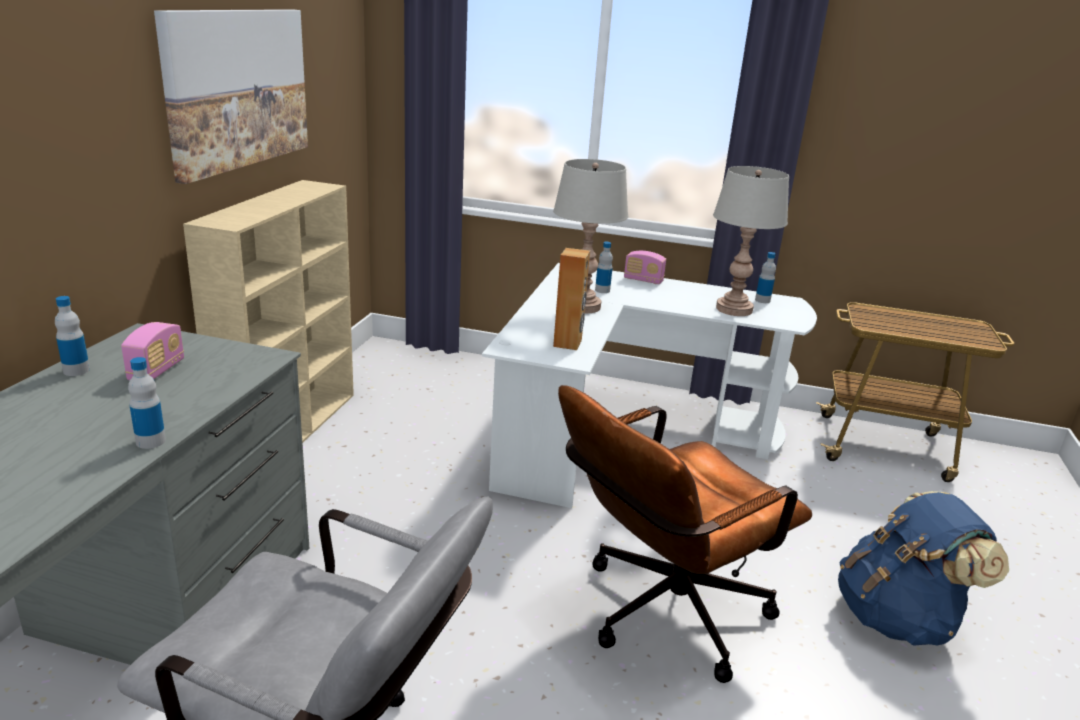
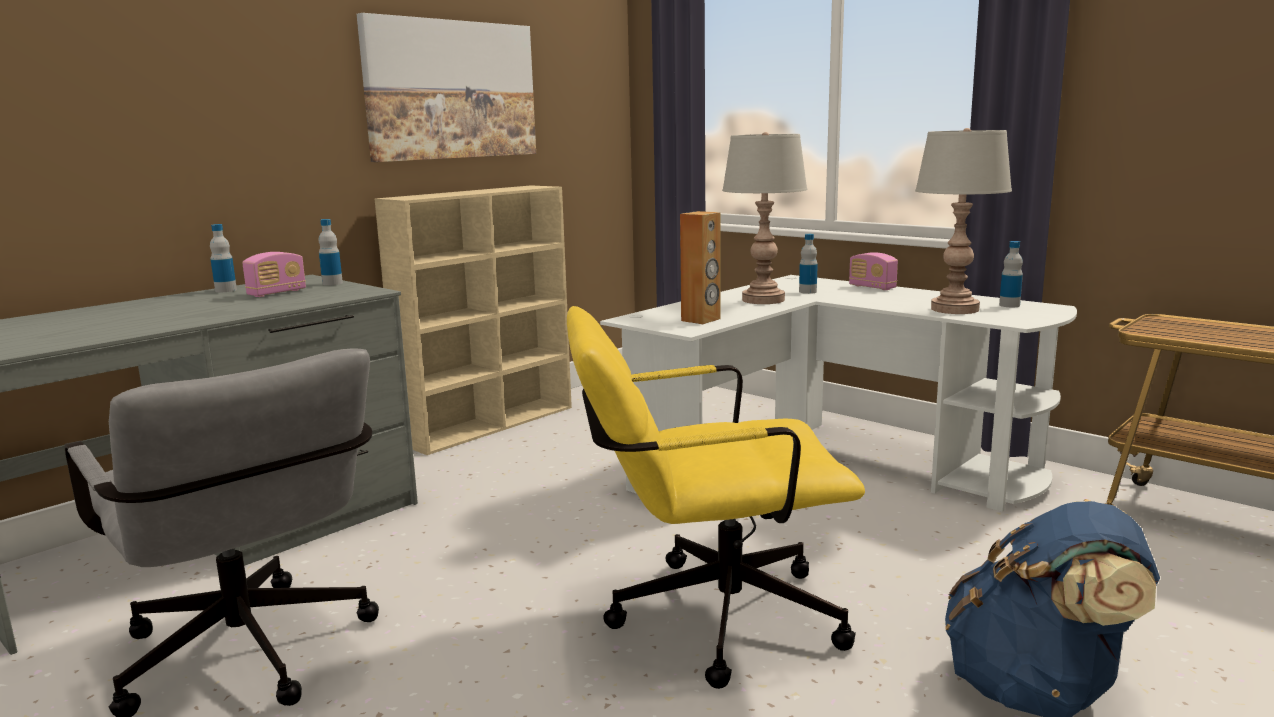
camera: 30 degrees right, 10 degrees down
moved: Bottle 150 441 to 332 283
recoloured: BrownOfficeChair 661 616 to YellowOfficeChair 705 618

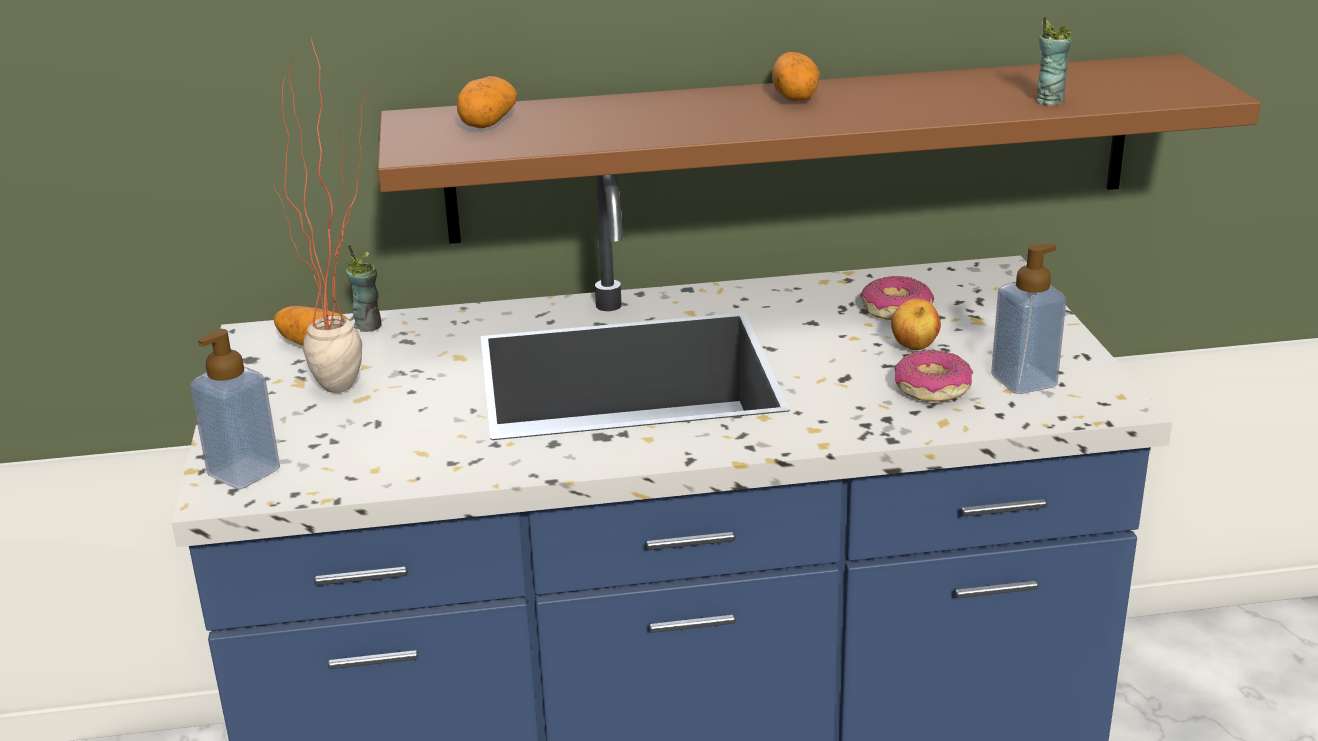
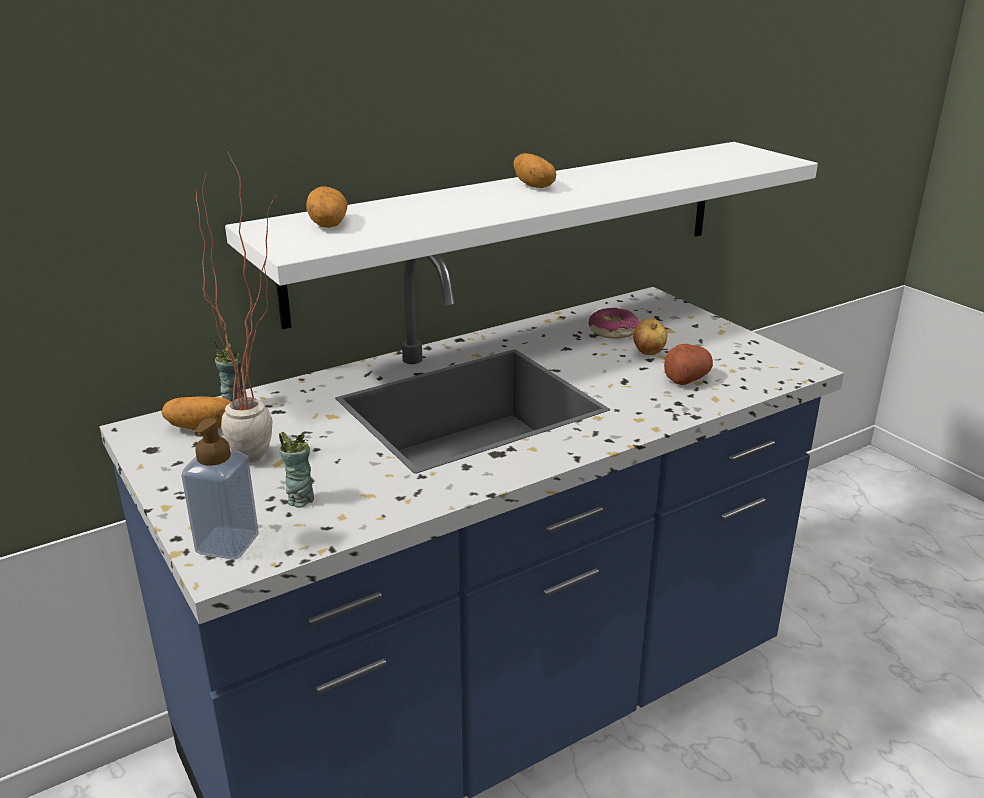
camera: 25 degrees left, 0 degrees up
removed: SoapDispenser 1023 381
moved: Cup 1049 101 to 300 499
replaced: Donut 932 388 to Potato 686 378
recoloured: BrownShelf 792 148 to WhiteShelf 517 227

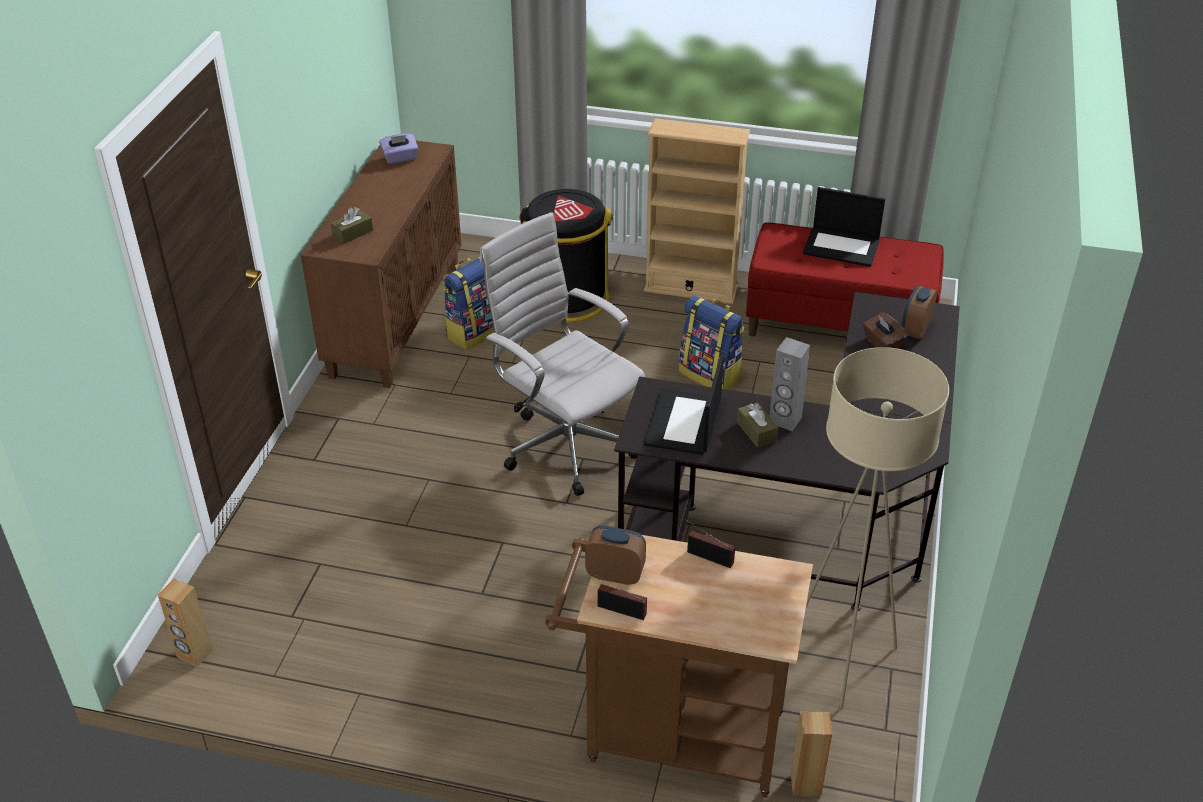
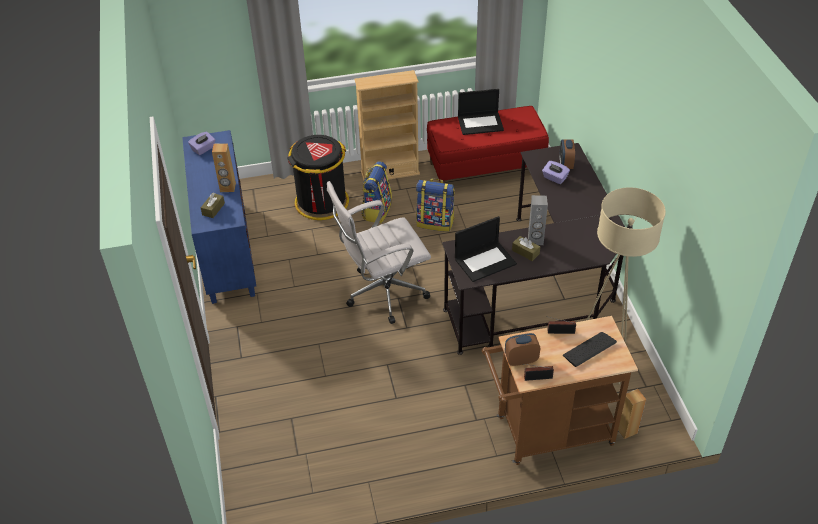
camera: 25 degrees left, 5 degrees up
added: Keyboard 589 349
moved: Backpack 474 331 to 376 210; BrownSpeaker 194 654 to 228 188
recoloured: BrownCabinet 395 318 to BlueCabinet 226 250; BrownTissueBox 882 344 to PurpleTissueBox 554 178
turned: WhiteOfficeChair 565 445 = 382 293 45 degrees counterclockwise; Laptop 684 423 = 485 261 105 degrees counterclockwise

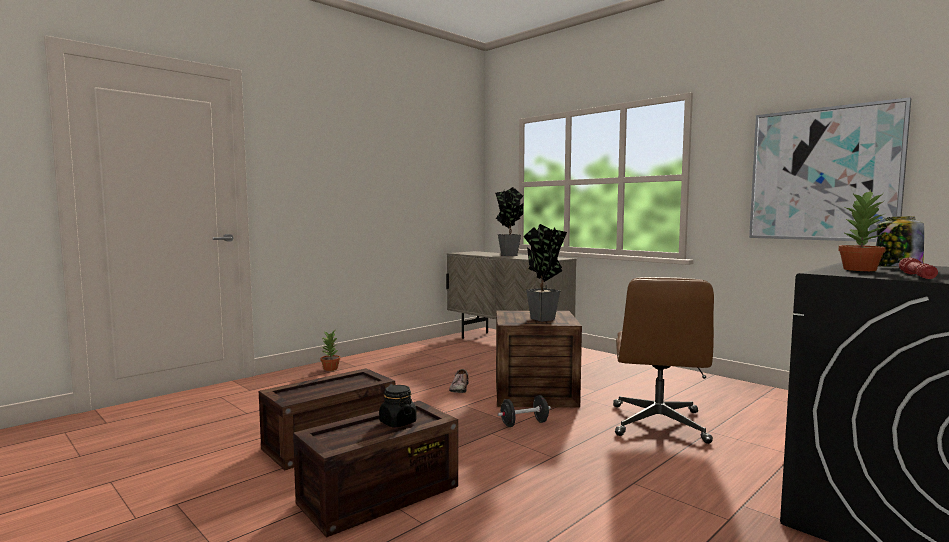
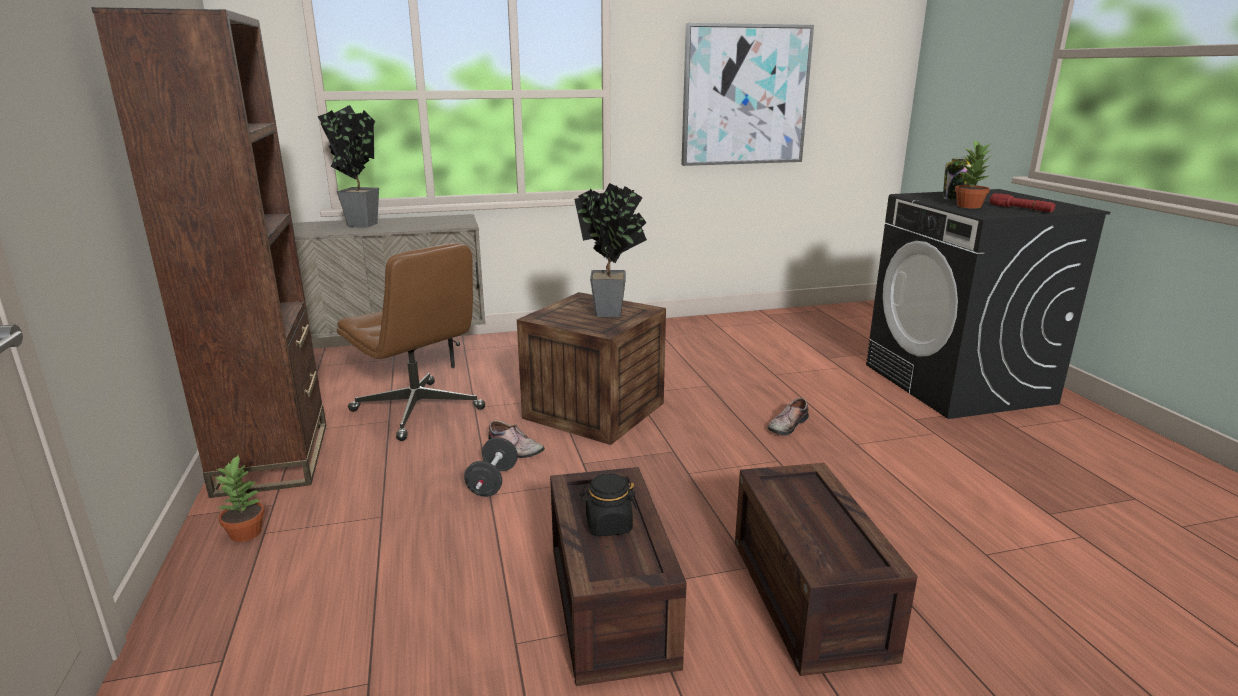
camera: 60 degrees left, 15 degrees up
added: BrownBookcase 273 458; Shoe 786 425
moved: BrownOfficeChair 658 424 to 418 410; BlackJar 397 422 to 608 525; BlackDumbbell 524 423 to 492 482

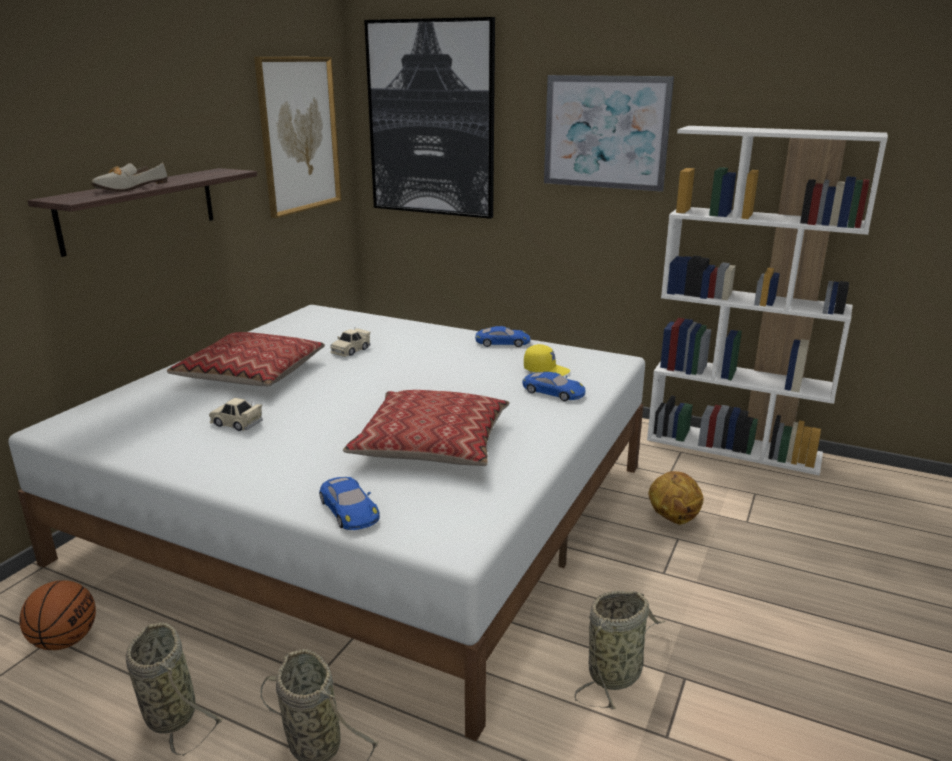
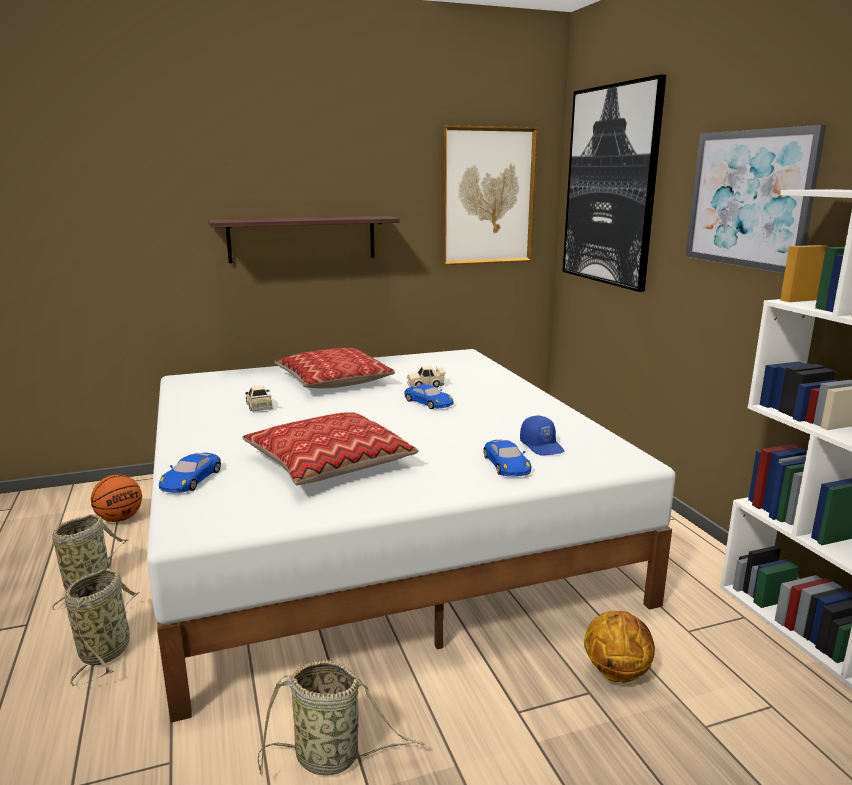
camera: 45 degrees right, 5 degrees down
removed: Shoe 125 189
moved: BlueToyCar 502 342 to 428 402
recoloured: YellowCap 546 370 to BlueCap 542 446

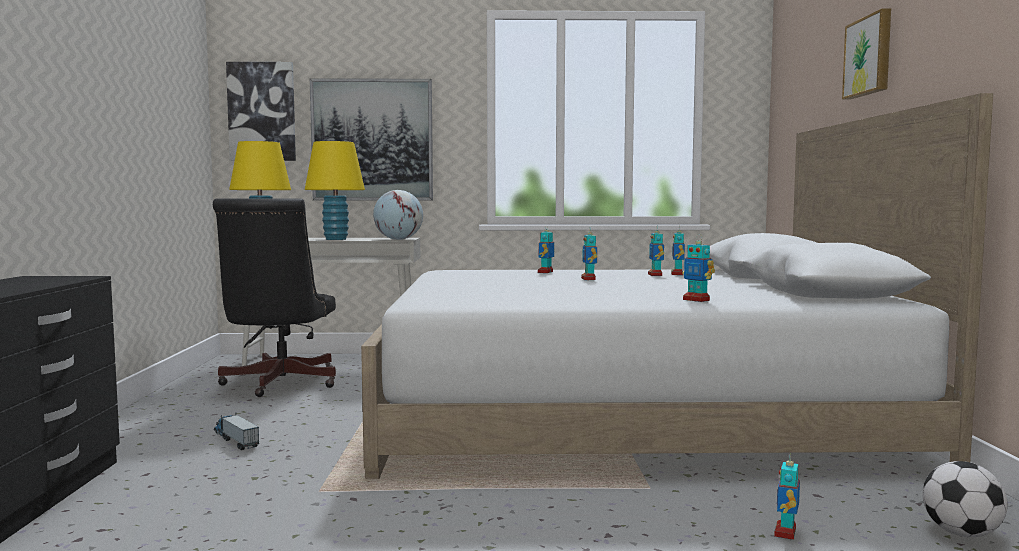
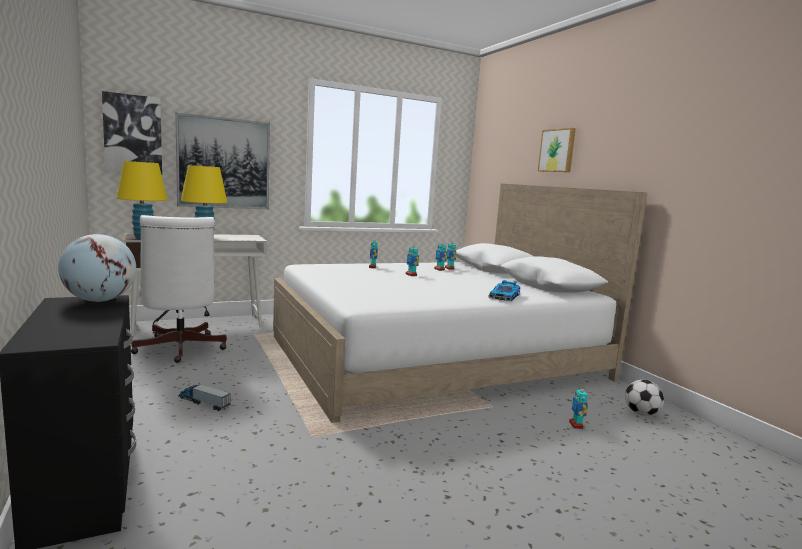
camera: 25 degrees left, 5 degrees up
moved: Globe 398 239 to 100 300
replaced: ToyRobot 696 300 to ToyCar 505 296
recoloured: BlackOfficeChair 278 384 to WhiteOfficeChair 179 349

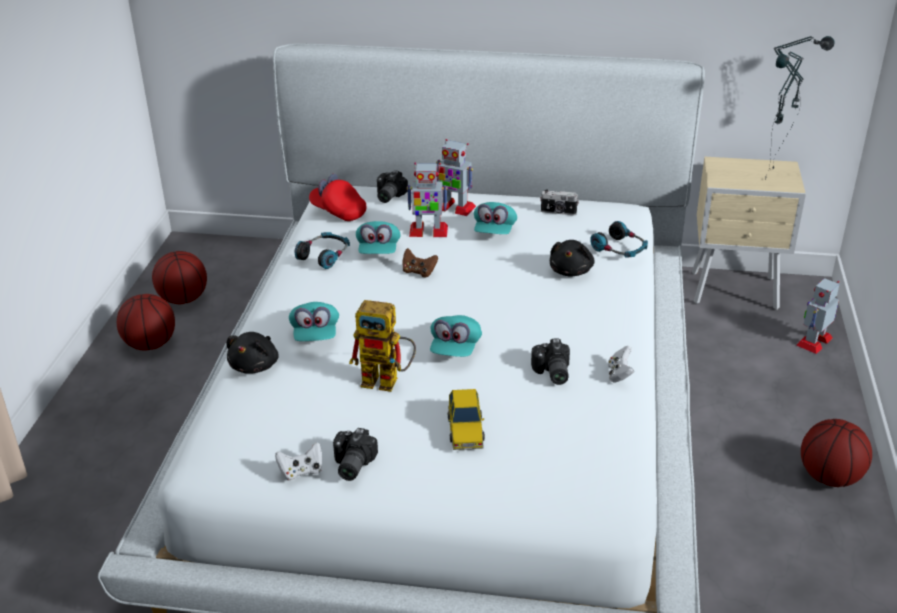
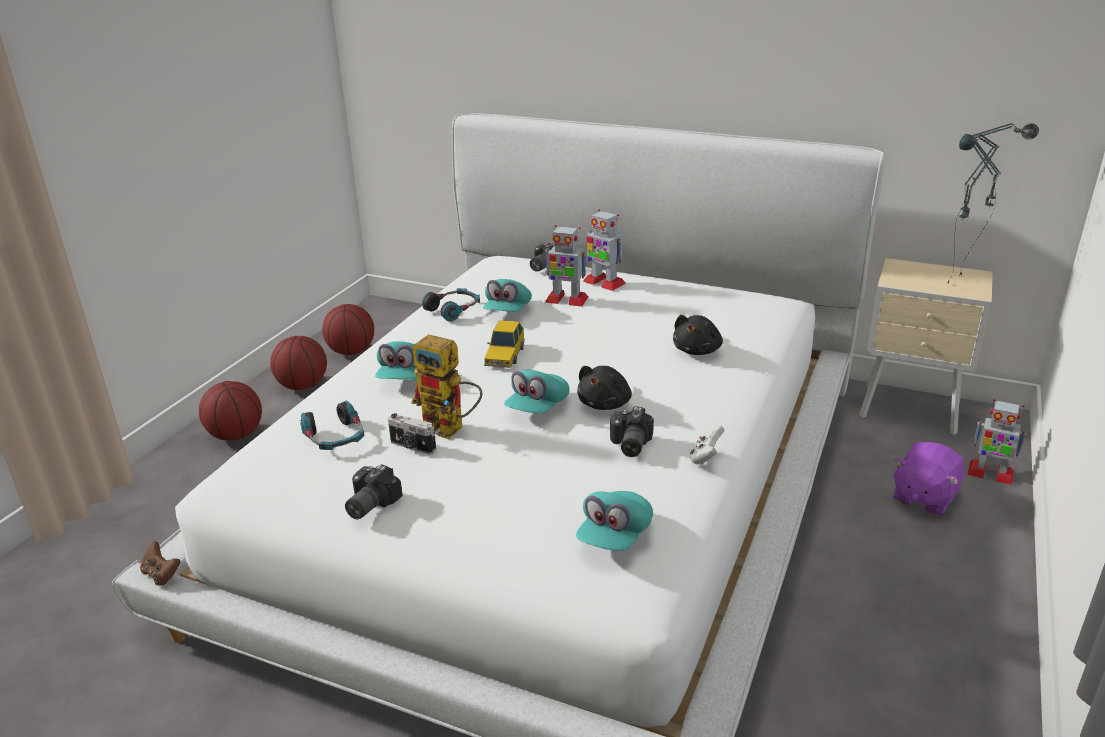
camera: 15 degrees right, 5 degrees down
removed: RedCap 338 211; WhiteGameController 301 471
added: PurplePlushToy 923 497
moved: PhotoCamera 558 212 to 412 447; TurquoiseCap 494 231 to 614 536; Headphones 620 249 to 335 437; BrownGameController 419 272 to 161 575; BlackPlushToy 255 365 to 605 404; ToyCar 465 430 to 504 355; Basketball 830 477 to 235 435
turned: ToyRobot 814 341 = 989 473 120 degrees counterclockwise

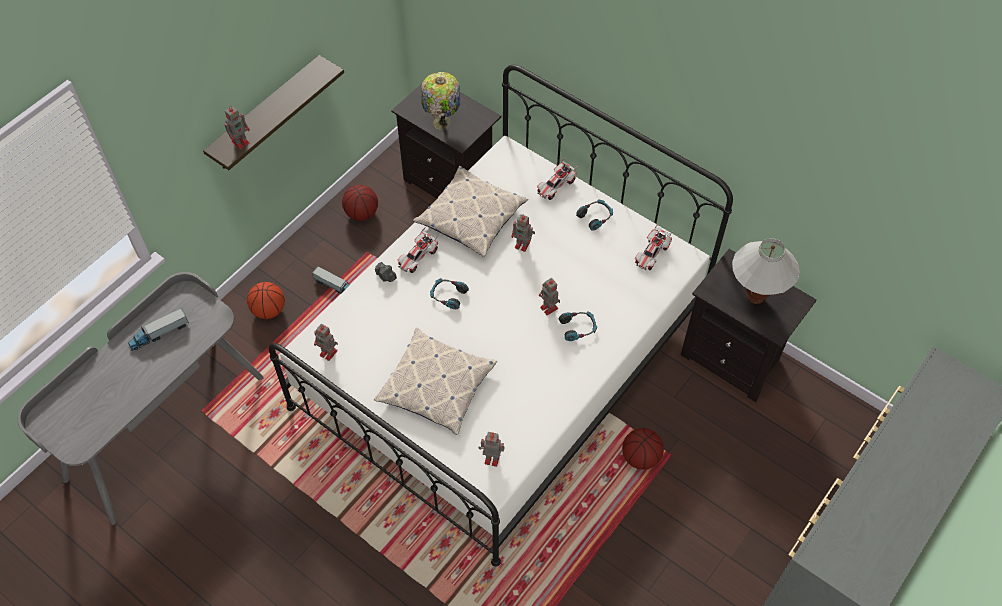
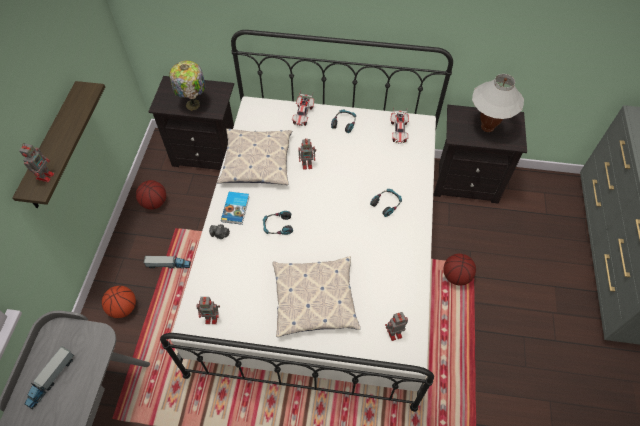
camera: 30 degrees left, 0 degrees up
removed: ToyRobot 549 308
replaced: ToyCar 418 257 to Book 236 209

